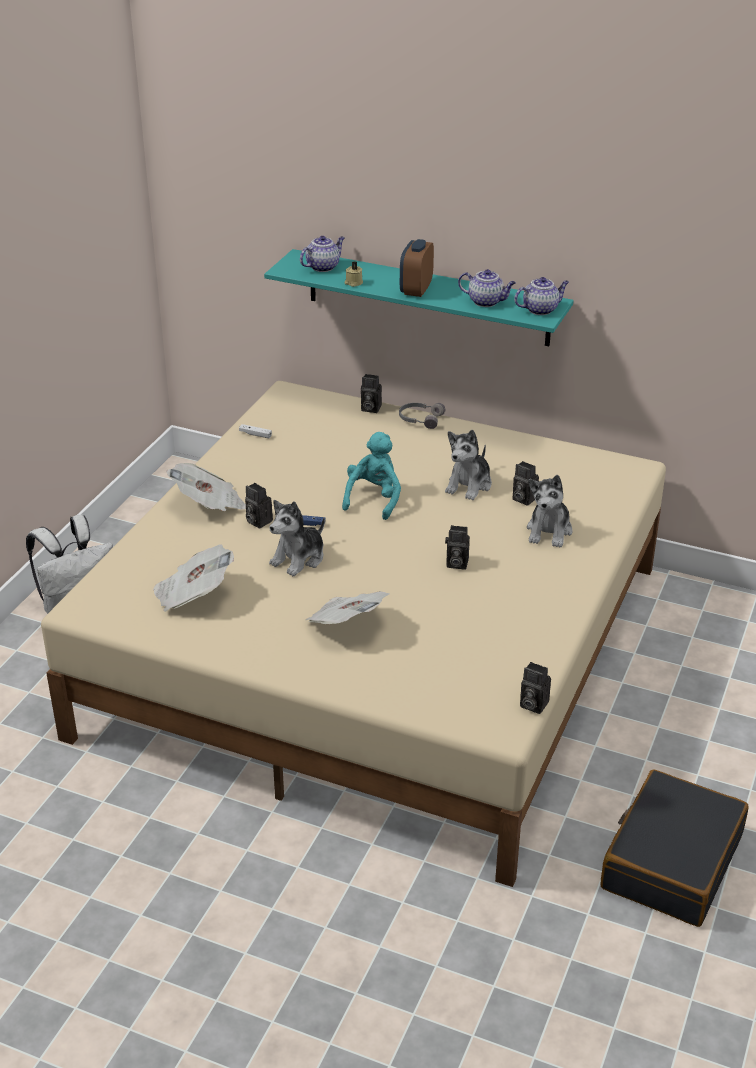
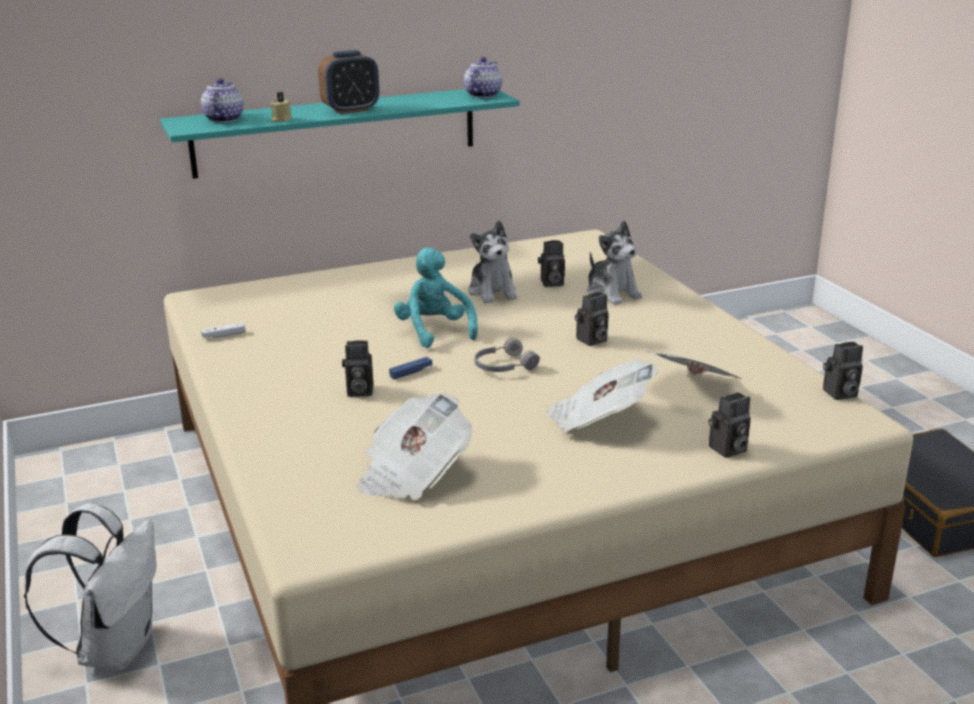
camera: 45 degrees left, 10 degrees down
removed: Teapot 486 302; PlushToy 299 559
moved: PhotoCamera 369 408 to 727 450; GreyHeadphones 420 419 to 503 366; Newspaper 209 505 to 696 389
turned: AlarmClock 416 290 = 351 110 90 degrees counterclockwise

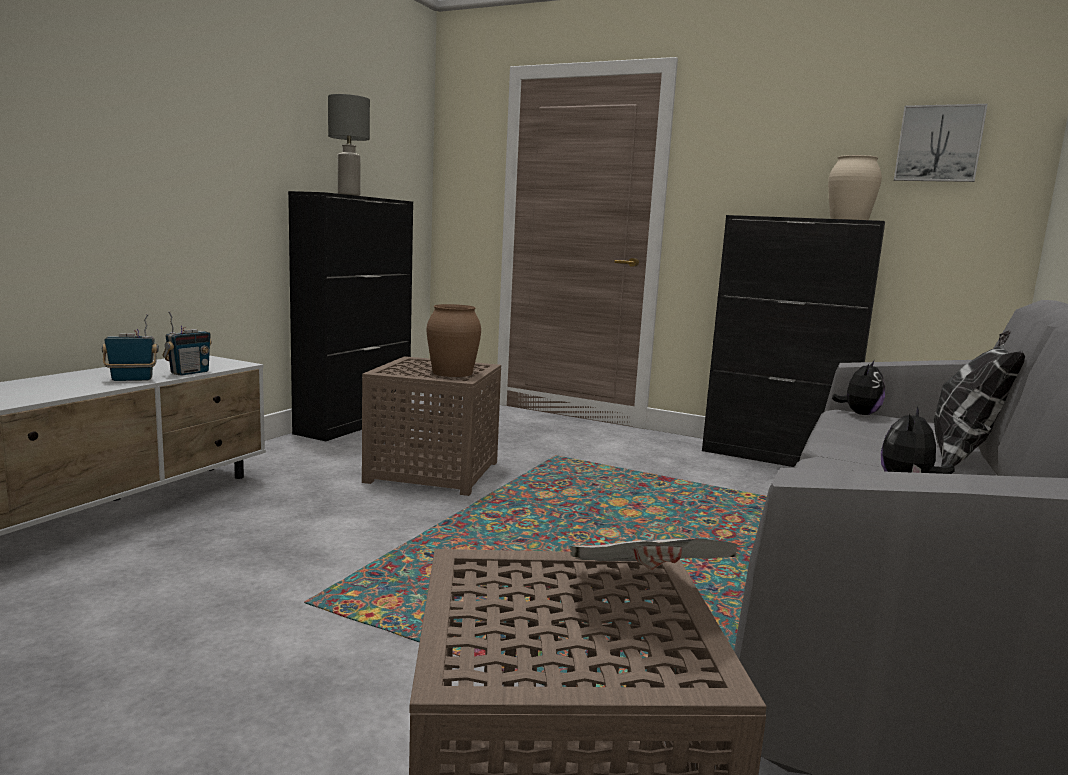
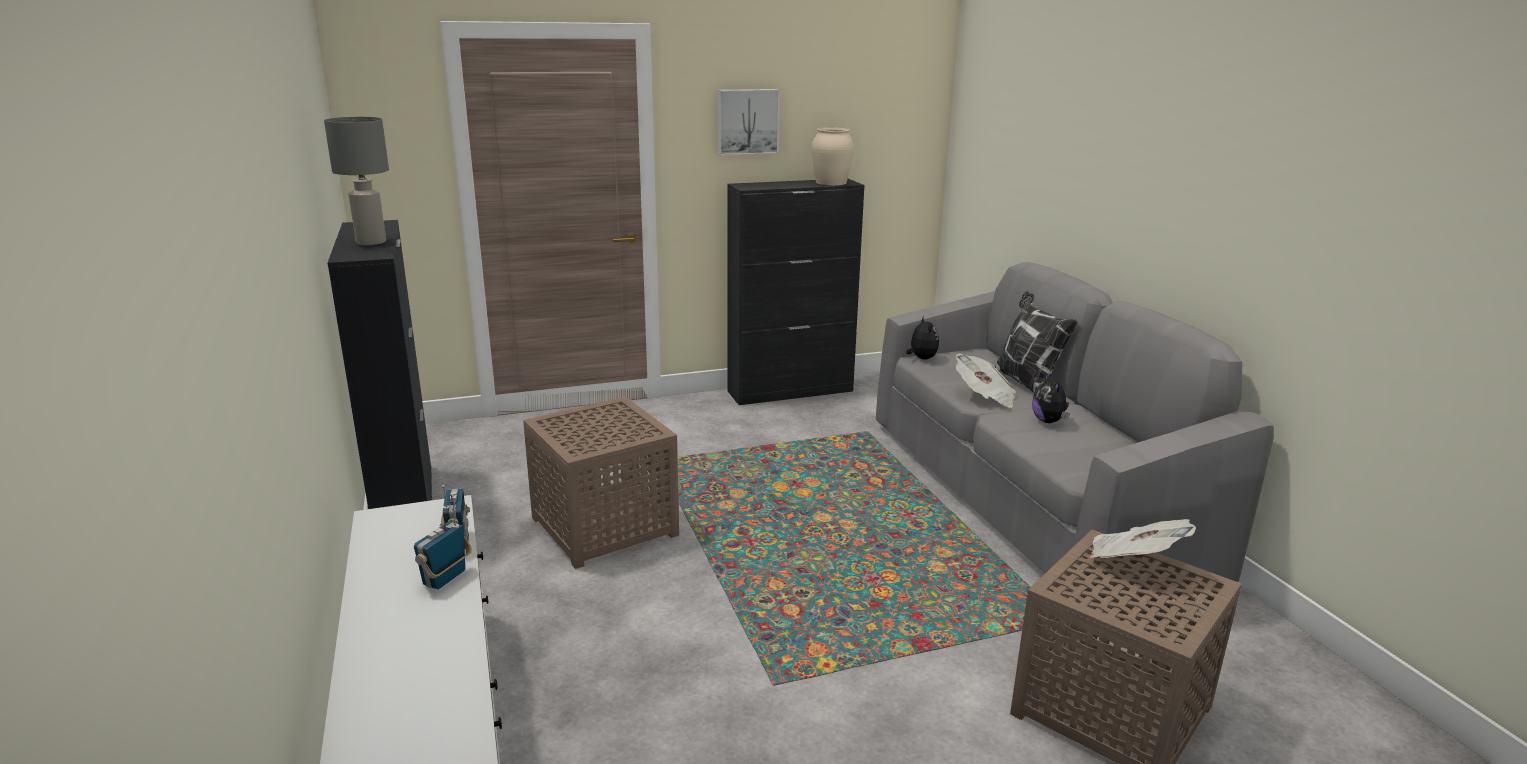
camera: 45 degrees left, 10 degrees up
removed: BrownVase 453 373
added: Newspaper 984 397
moved: Picture 938 144 to 747 121

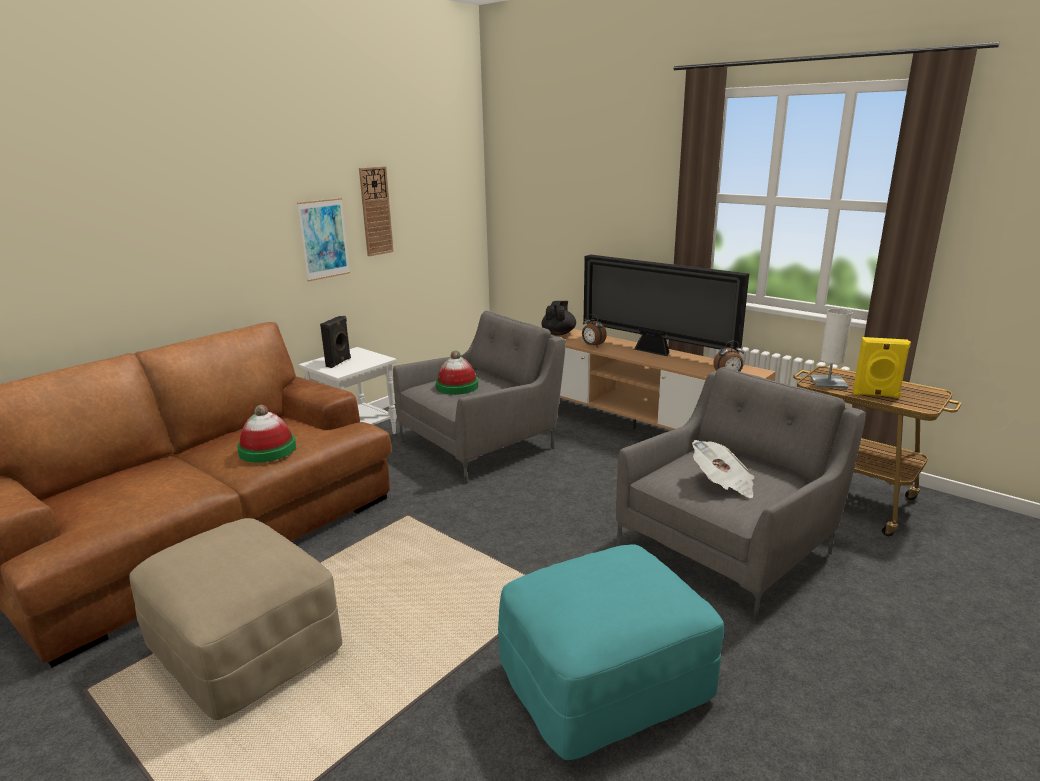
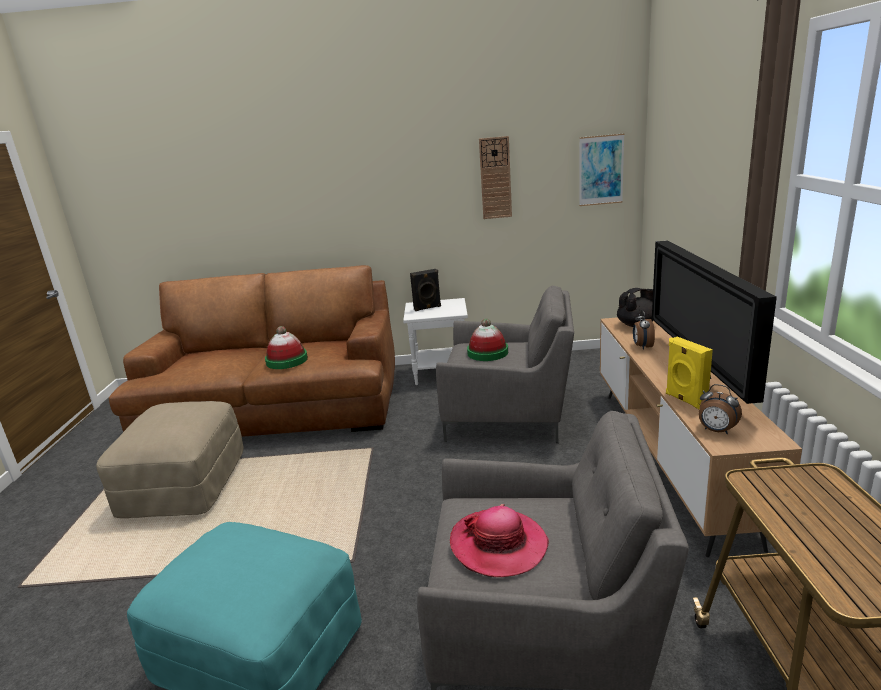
camera: 50 degrees right, 0 degrees up
removed: WhiteTableLamp 828 382
moved: Picture 324 239 to 601 170; YellowSpeaker 876 395 to 684 400
replaced: Newspaper 723 484 to Hat 498 545

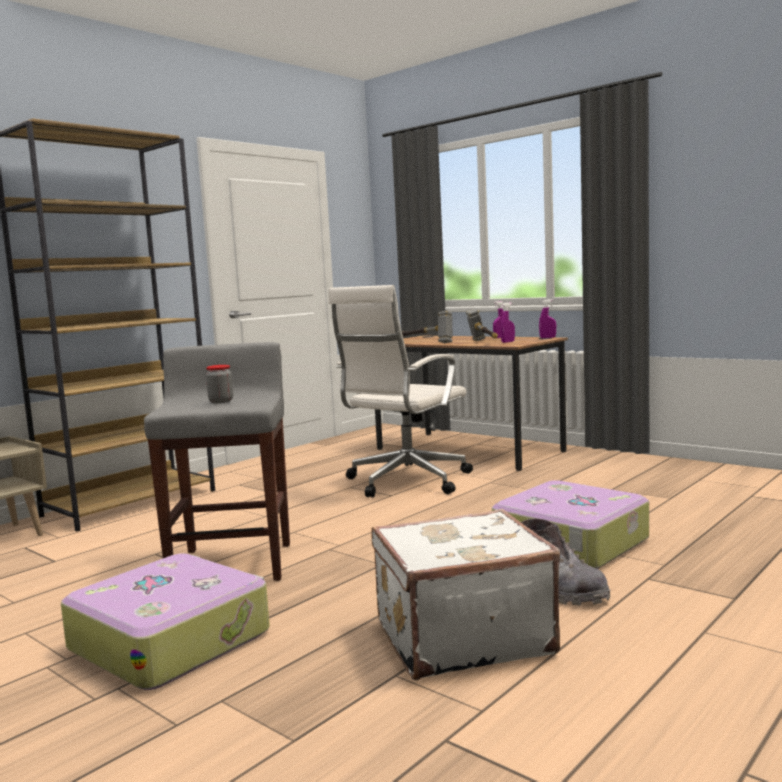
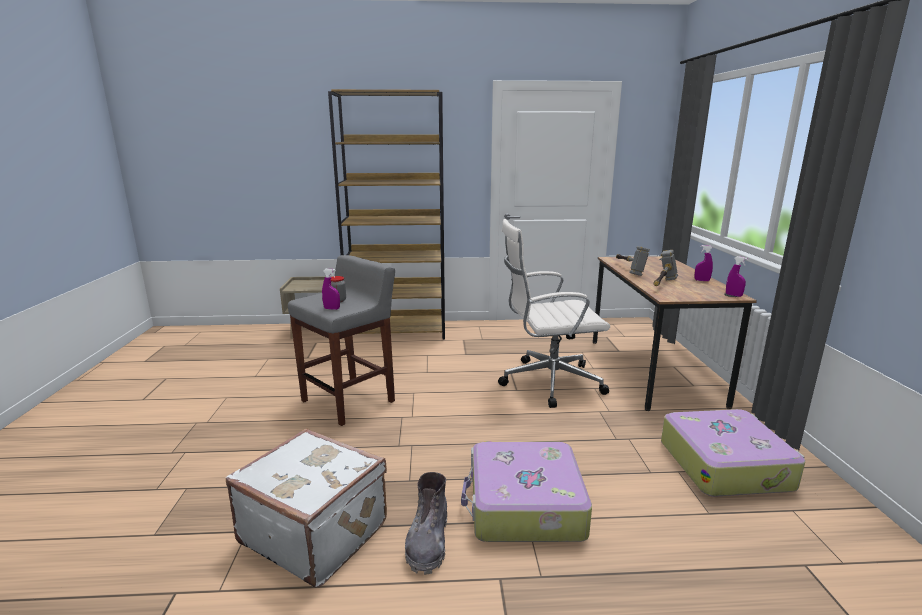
camera: 45 degrees right, 10 degrees up
moved: PurpleSprayBottle 508 342 to 332 309; Suitcase 171 640 to 725 464

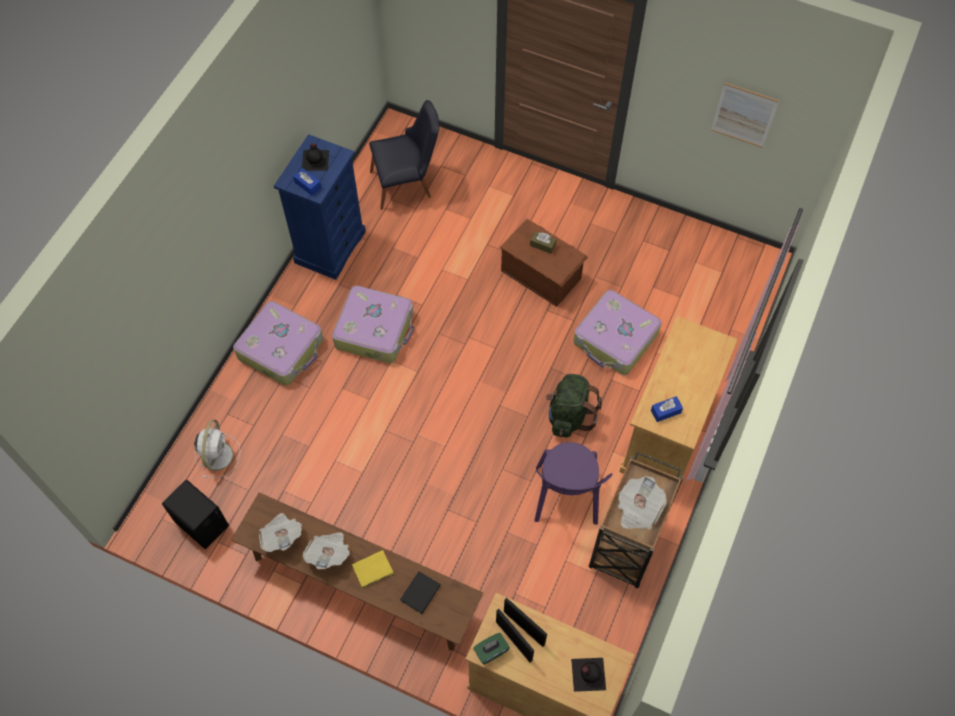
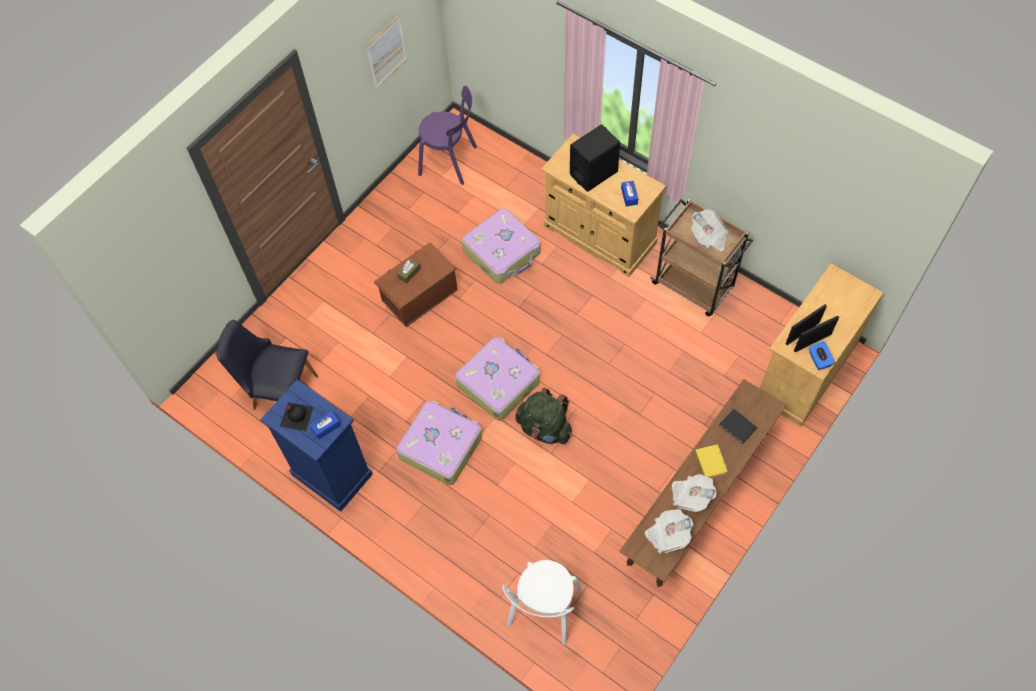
camera: 75 degrees left, 0 degrees up
removed: BlackBottle 588 673
moved: Suitcase 282 349 to 498 382; GreenBackpack 569 415 to 544 428; PurpleChair 566 499 to 450 161; BlackSpeaker 202 524 to 593 173
replaced: WhiteFan 217 454 to WhiteChair 543 611
recoloured: GreenTissueBox 491 651 to BlueTissueBox 819 360
turned: BlackChair 407 184 = 279 391 75 degrees counterclockwise

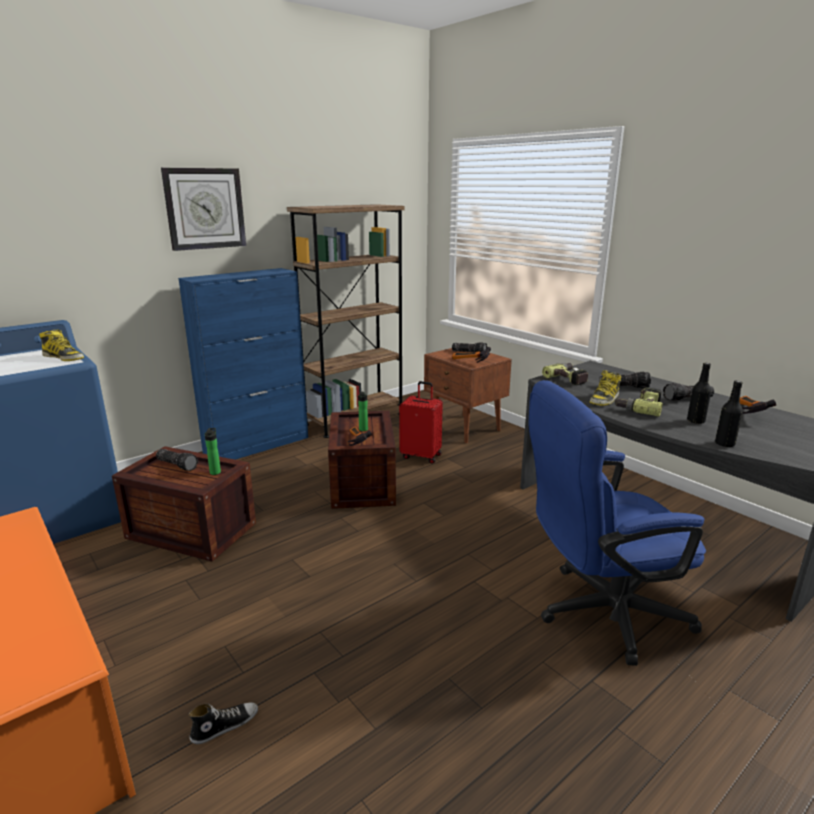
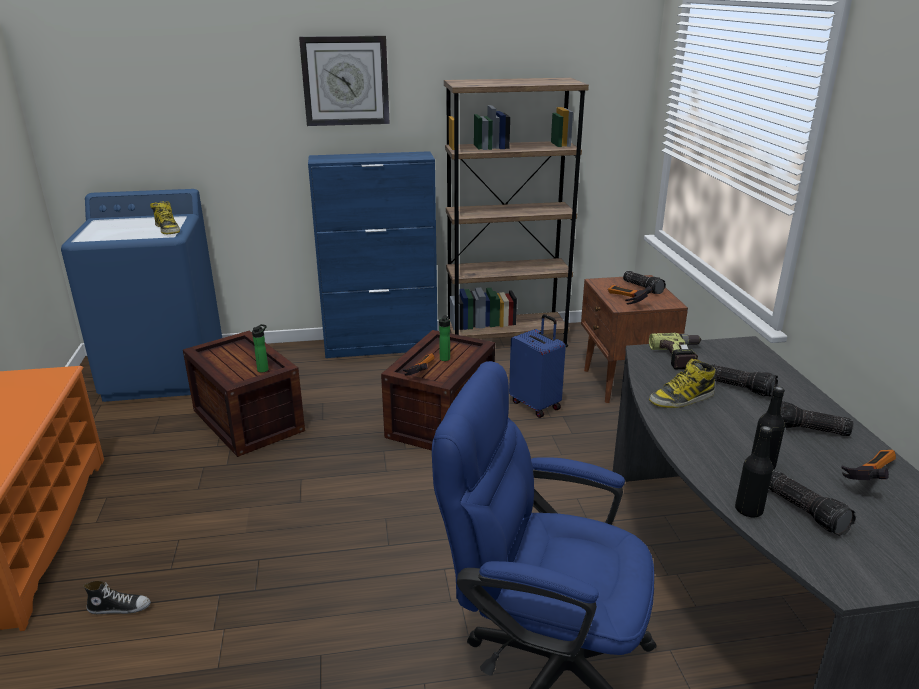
camera: 30 degrees right, 5 degrees up
removed: PowerDrill 639 407
moved: Flashlight 178 465 to 806 511
recoloured: RedSuitcase 421 456 to BlueSuitcase 536 404

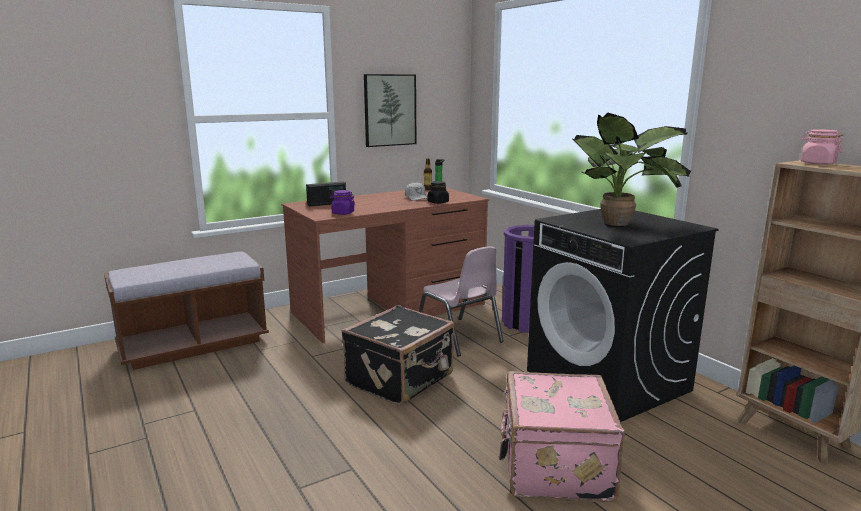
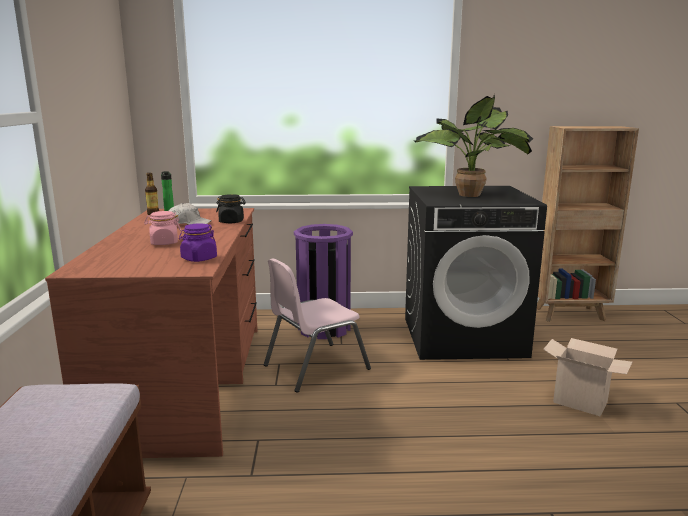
camera: 60 degrees left, 0 degrees up
removed: Picture 389 110; Radio 327 204; BlackSuitcase 401 380
moved: PinkJar 817 163 to 164 243
replaced: PinkSuitcase 553 466 to CardboardBox 582 402
turned: PinkChair 458 337 = 315 367 150 degrees clockwise

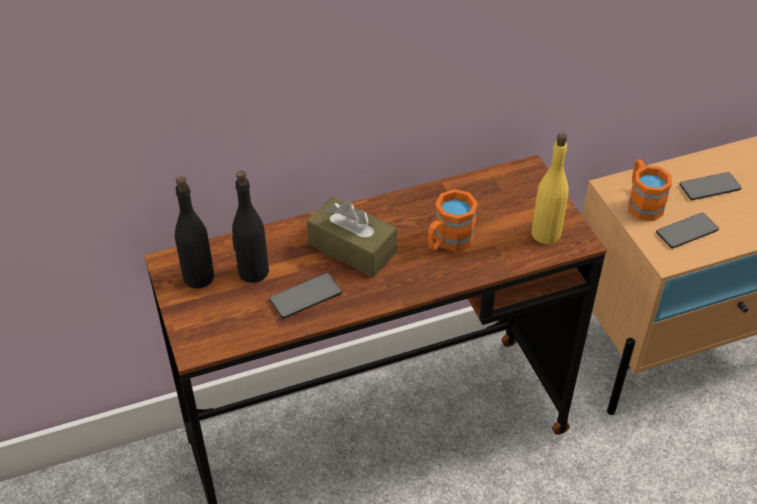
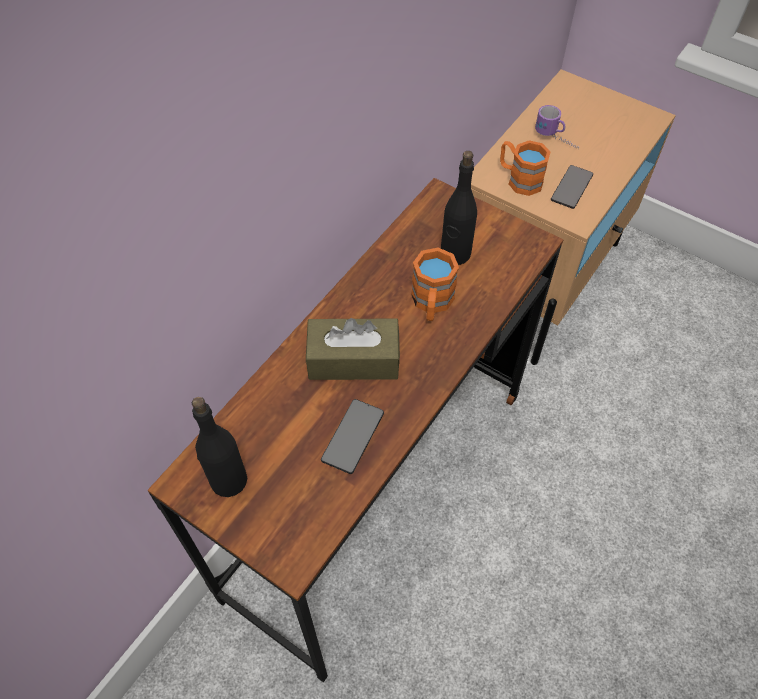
camera: 35 degrees left, 10 degrees up
removed: YellowBottle 545 233
moved: BlackBottle 253 272 to 455 254
replaced: Phone 709 187 to Mug 556 140

